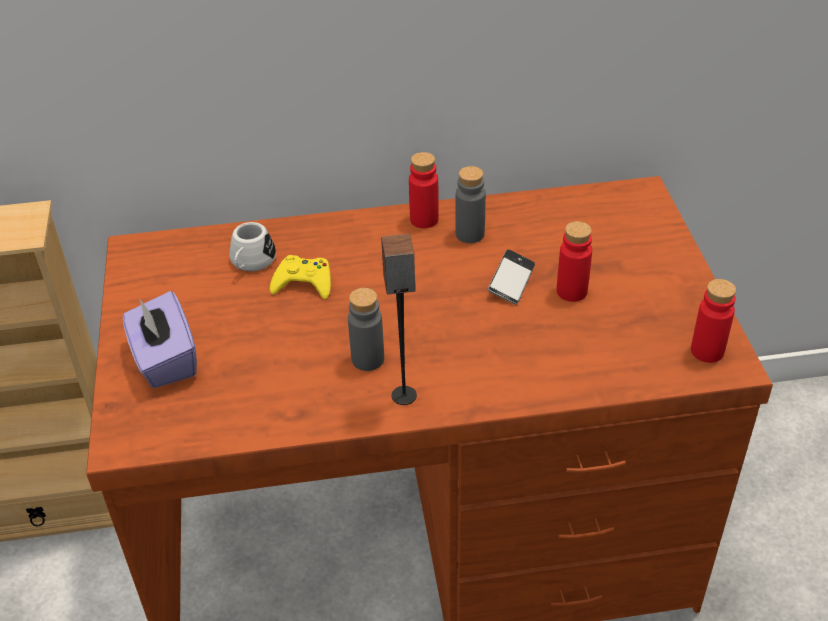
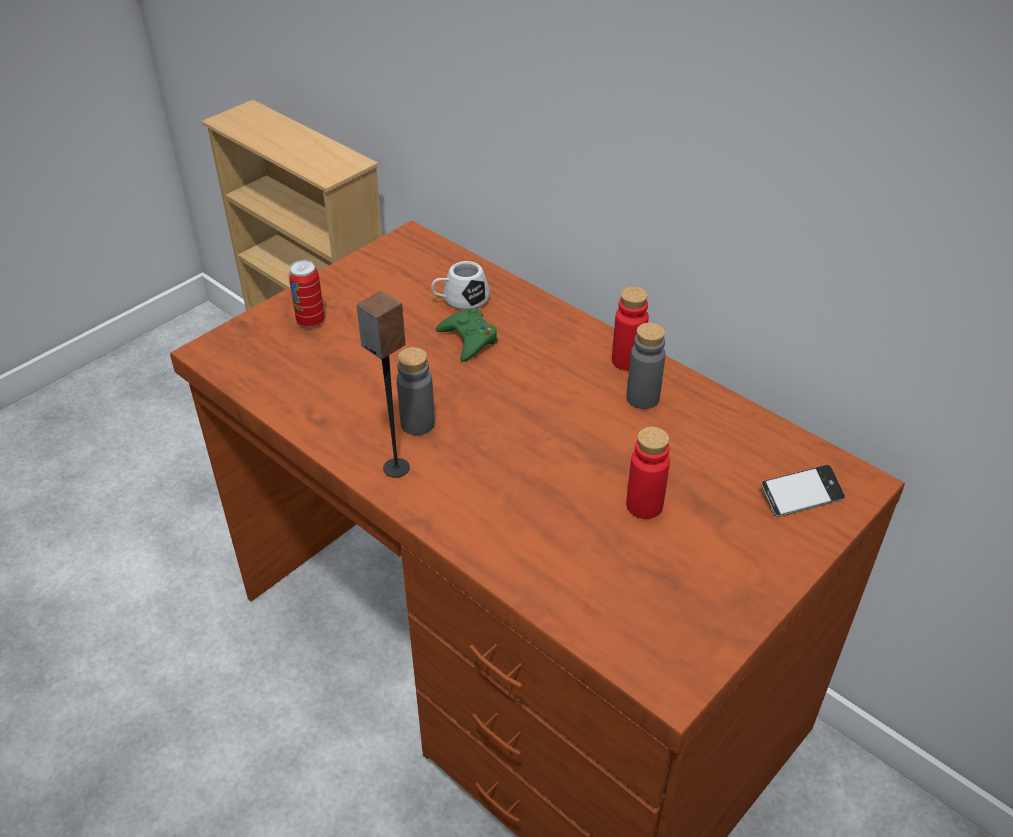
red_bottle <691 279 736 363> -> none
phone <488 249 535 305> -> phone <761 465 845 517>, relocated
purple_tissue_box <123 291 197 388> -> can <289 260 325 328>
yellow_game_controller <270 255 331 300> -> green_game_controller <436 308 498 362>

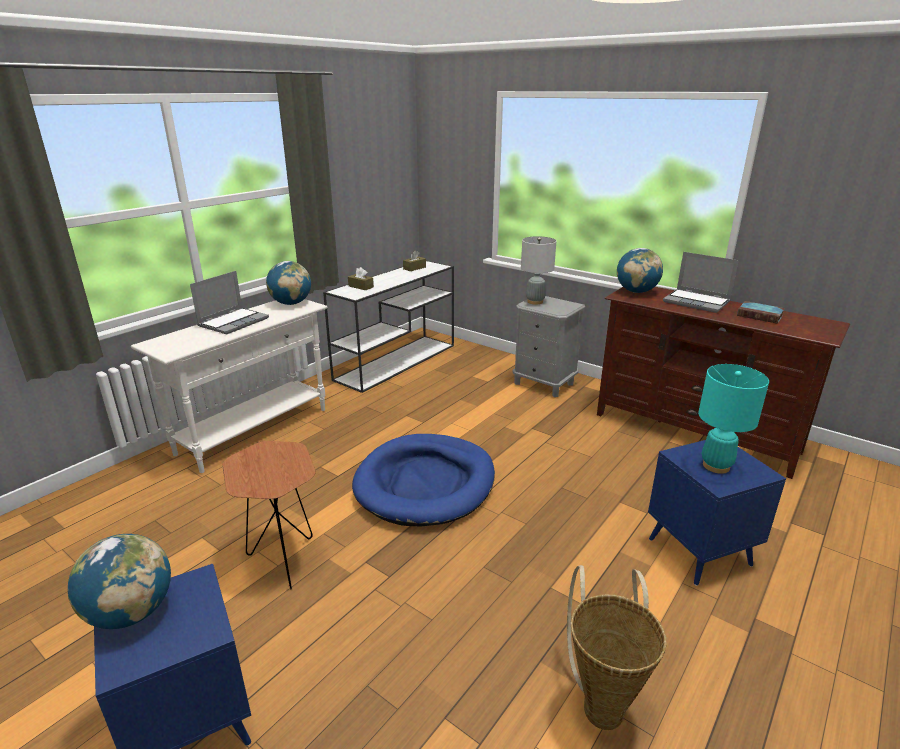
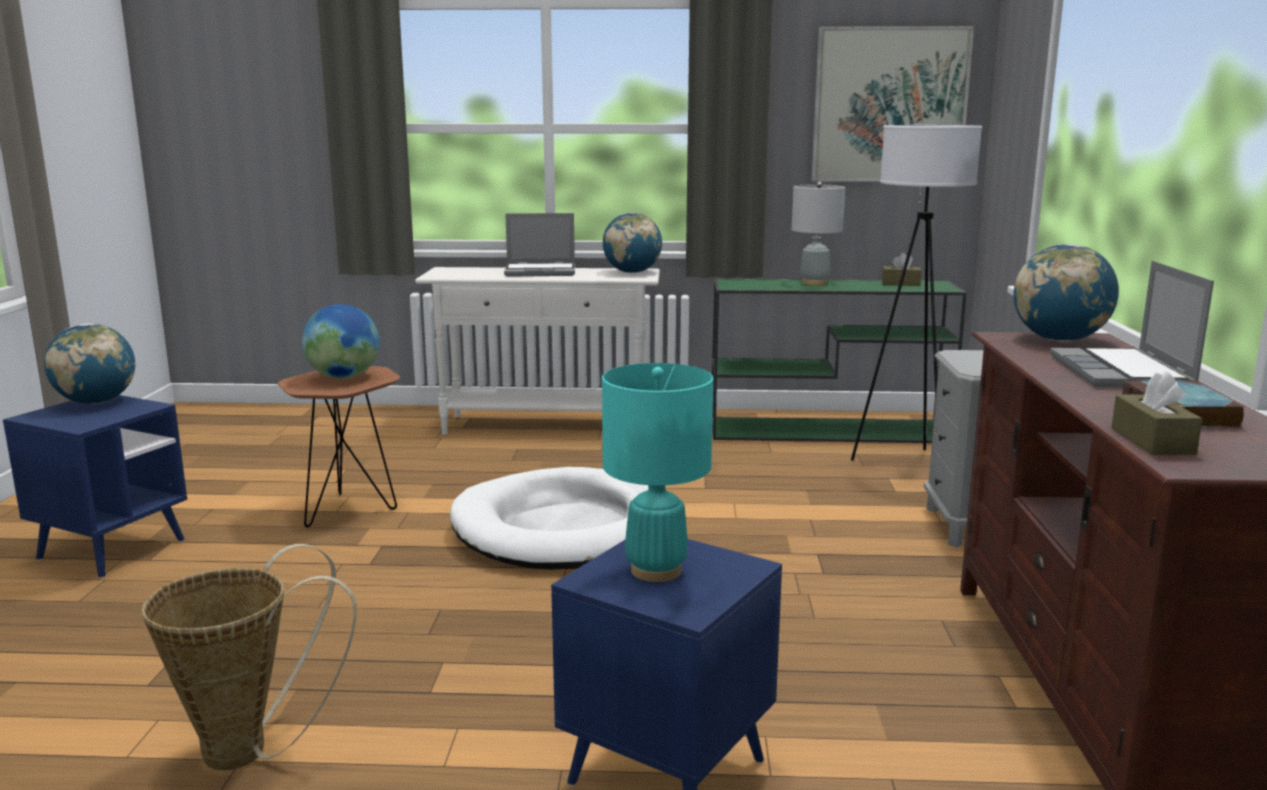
none -> globe <302 304 380 379>
none -> picture <811 26 974 182>
none -> white_floor_lamp <851 125 982 461>
brown_tissue_box <348 267 374 290> -> brown_tissue_box <1111 371 1203 455>, relocated
grey_table_lamp <521 236 556 305> -> grey_table_lamp <792 182 845 285>, relocated
white_console_table <323 261 454 393> -> green_console_table <712 279 967 443>
blue_dog_bed <352 434 495 526> -> white_dog_bed <450 467 648 570>

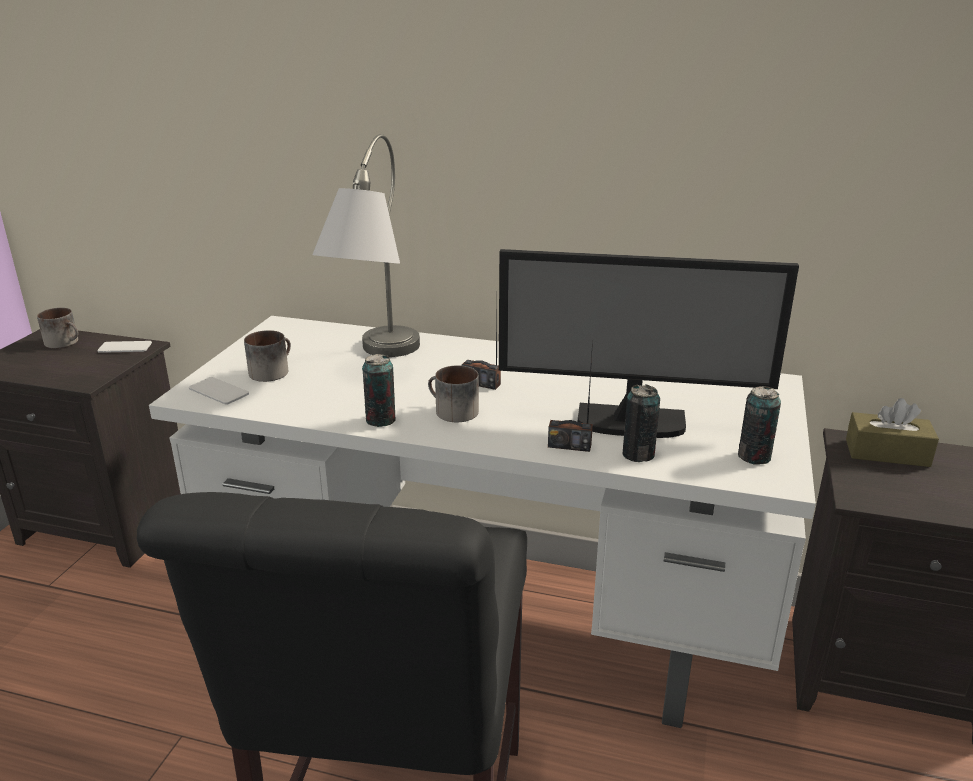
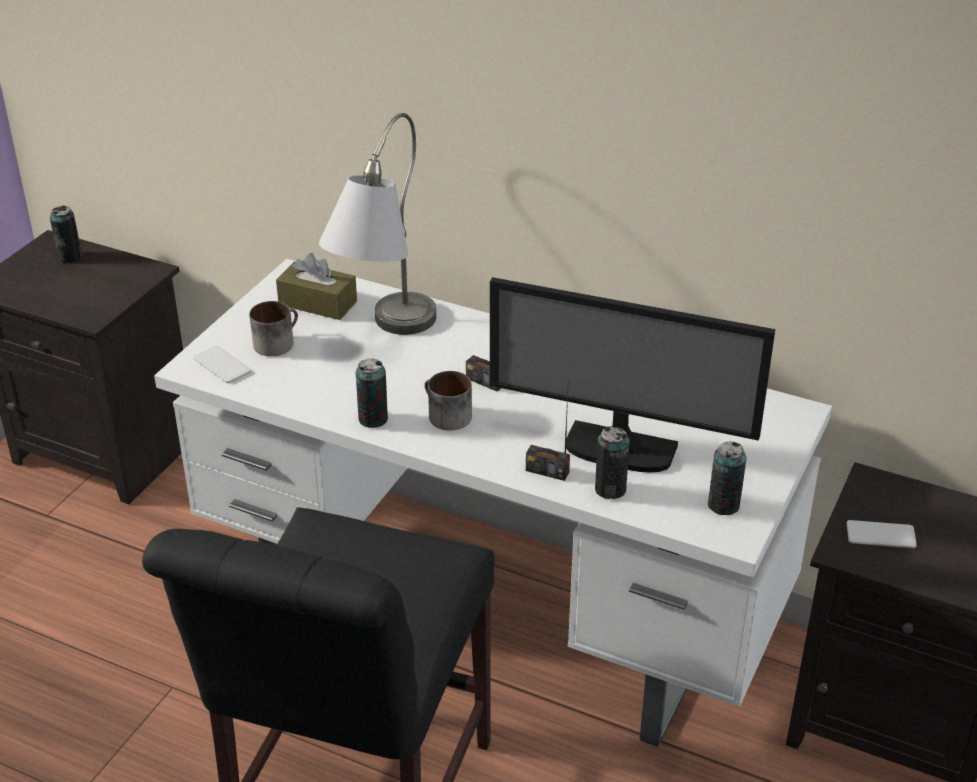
phone <97 341 152 353> -> phone <846 520 917 548>, relocated
brown_tissue_box <846 398 939 467> -> brown_tissue_box <276 253 357 320>, relocated
mug <37 308 78 348> -> can <50 206 83 263>

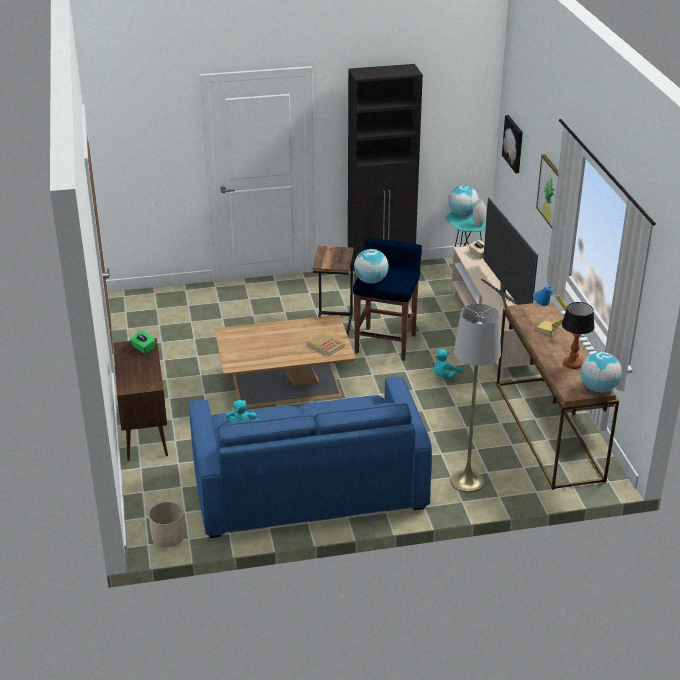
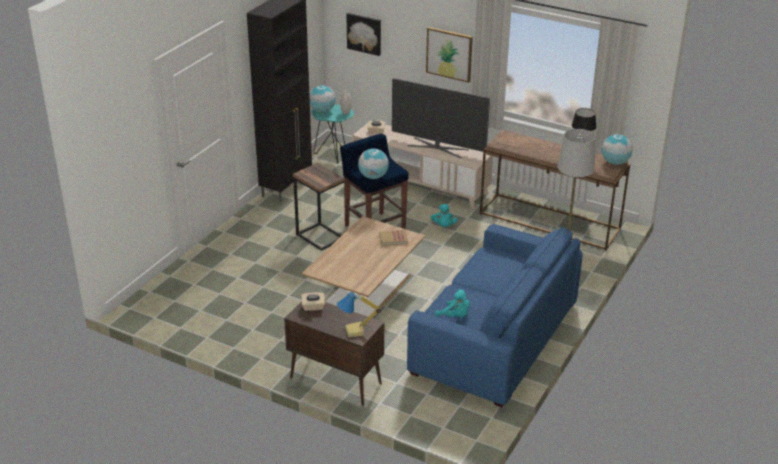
beige_planter <148 502 185 548> -> none
table_lamp <533 285 567 335> -> table_lamp <337 292 381 337>, relocated
green_tissue_box <130 331 155 354> -> beige_tissue_box <301 292 325 311>

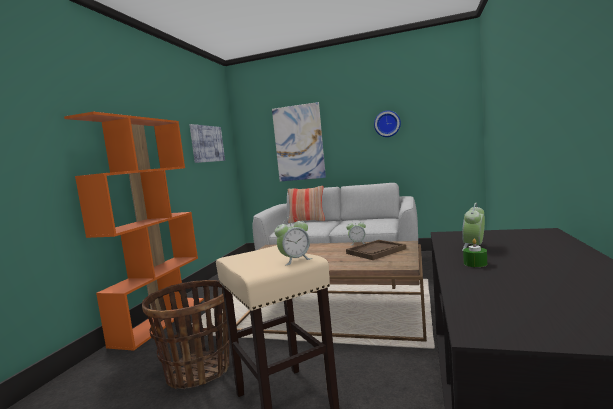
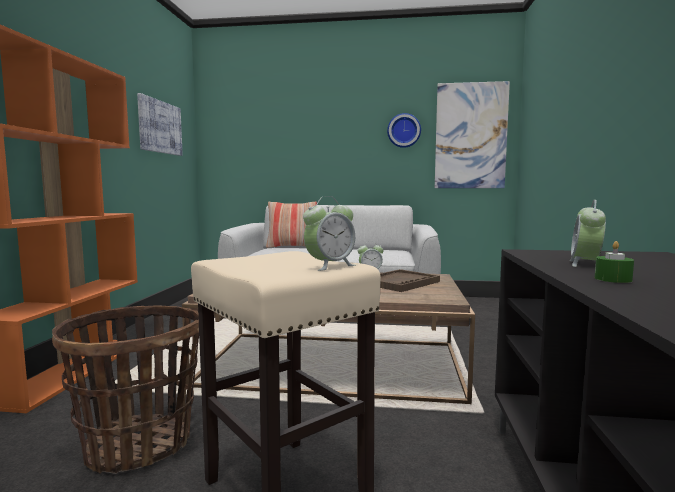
picture <272 102 326 181> -> picture <435 81 510 188>, relocated

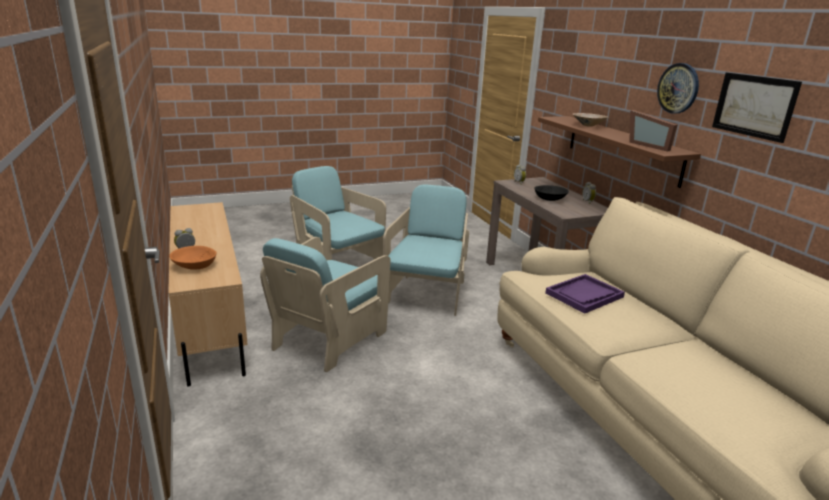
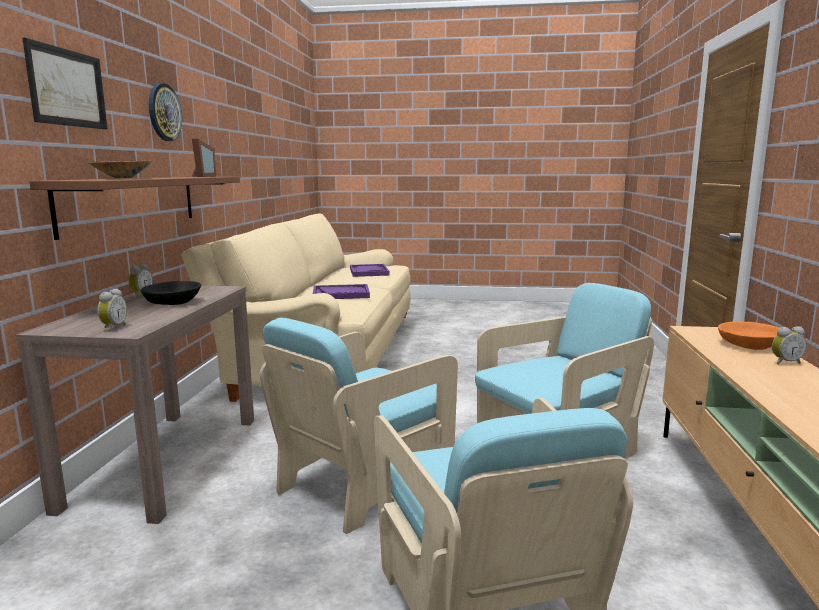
none -> purple_tray <350 264 389 277>
picture <712 72 802 143> -> picture <22 38 107 130>, relocated

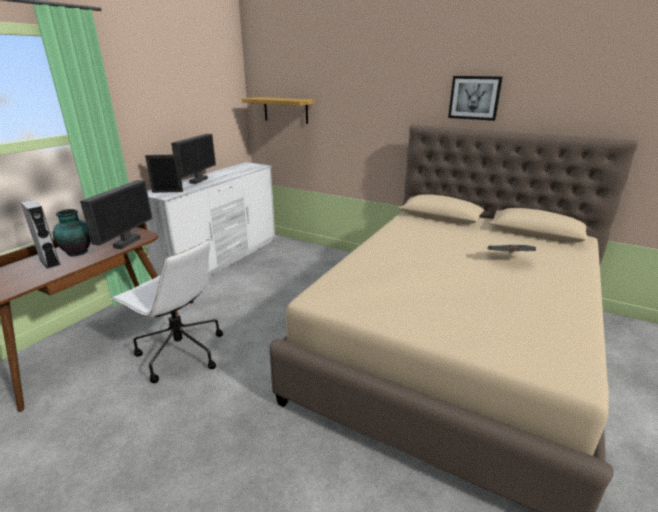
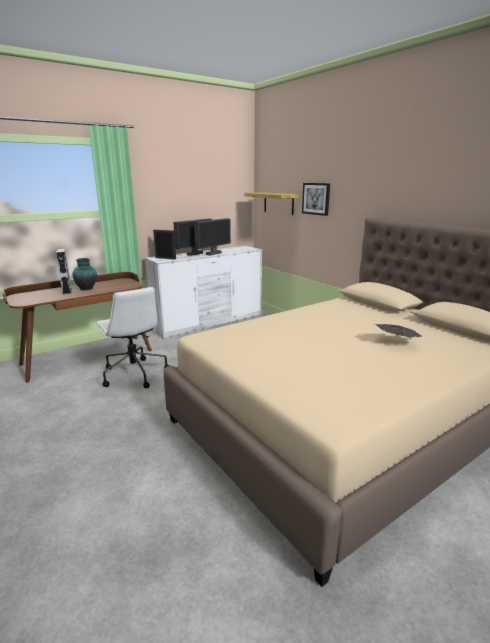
monitor <80 180 153 249> -> monitor <194 218 231 256>, relocated
picture <448 76 503 121> -> picture <302 183 330 216>, relocated

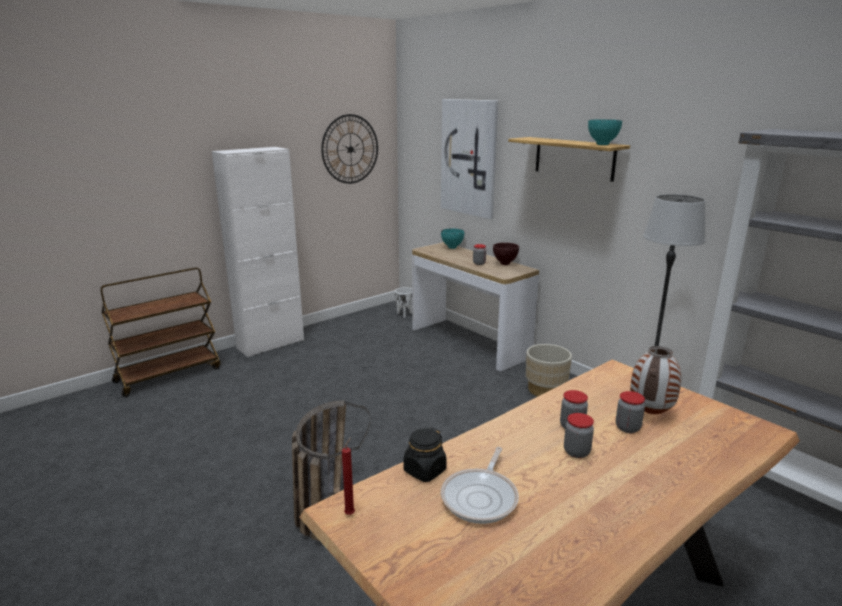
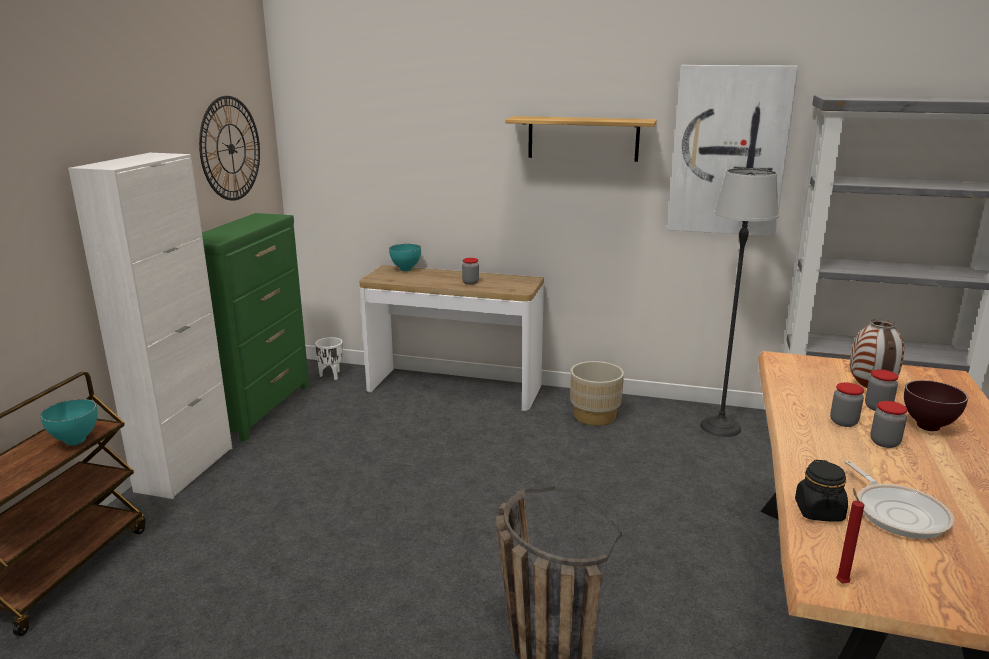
none -> green_dresser <202 213 309 441>
picture <441 99 498 219> -> picture <667 65 798 236>, relocated
brown_bowl <493 243 519 265> -> brown_bowl <904 380 968 431>, relocated
turquoise_bowl <588 119 622 145> -> turquoise_bowl <40 399 98 445>, relocated

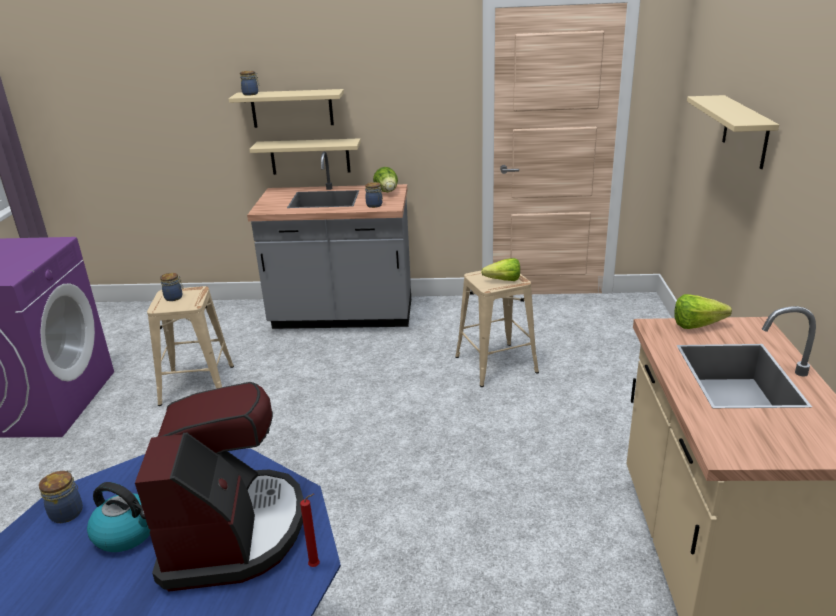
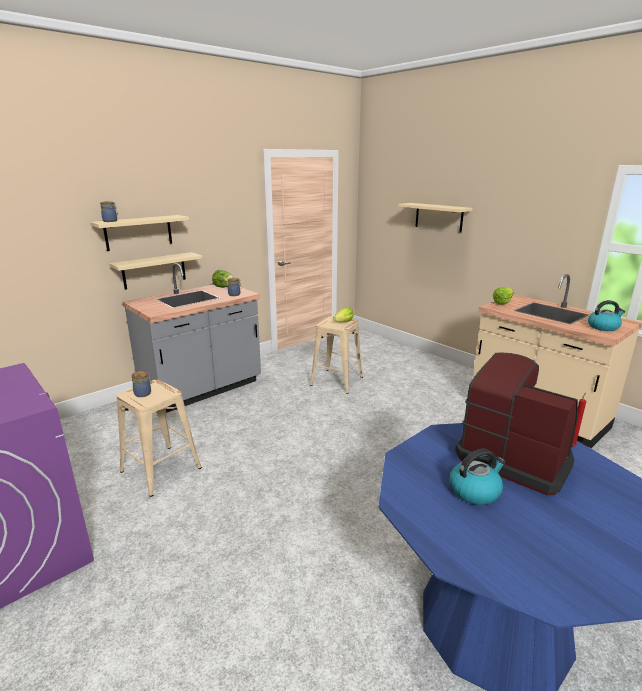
jar <39 470 83 523> -> none
none -> kettle <588 300 625 331>

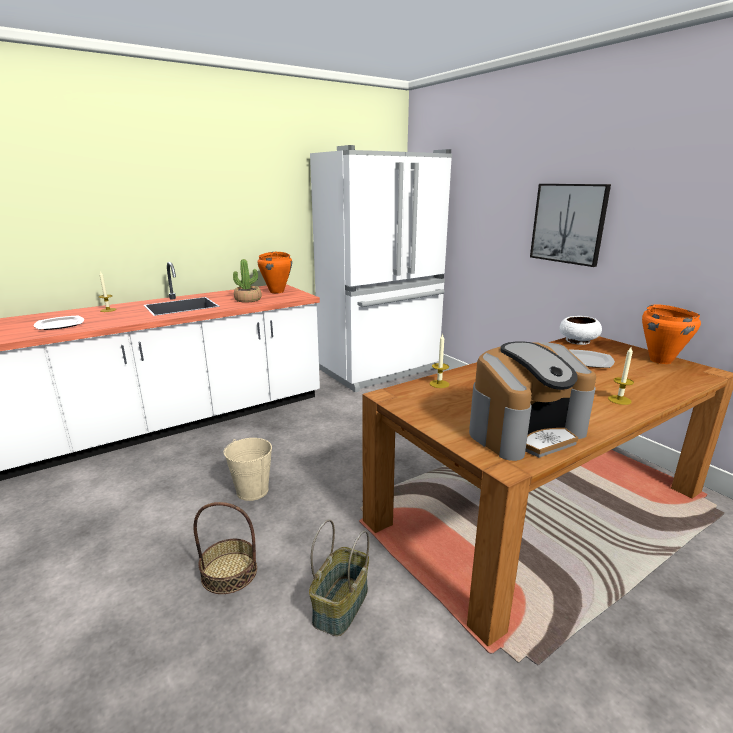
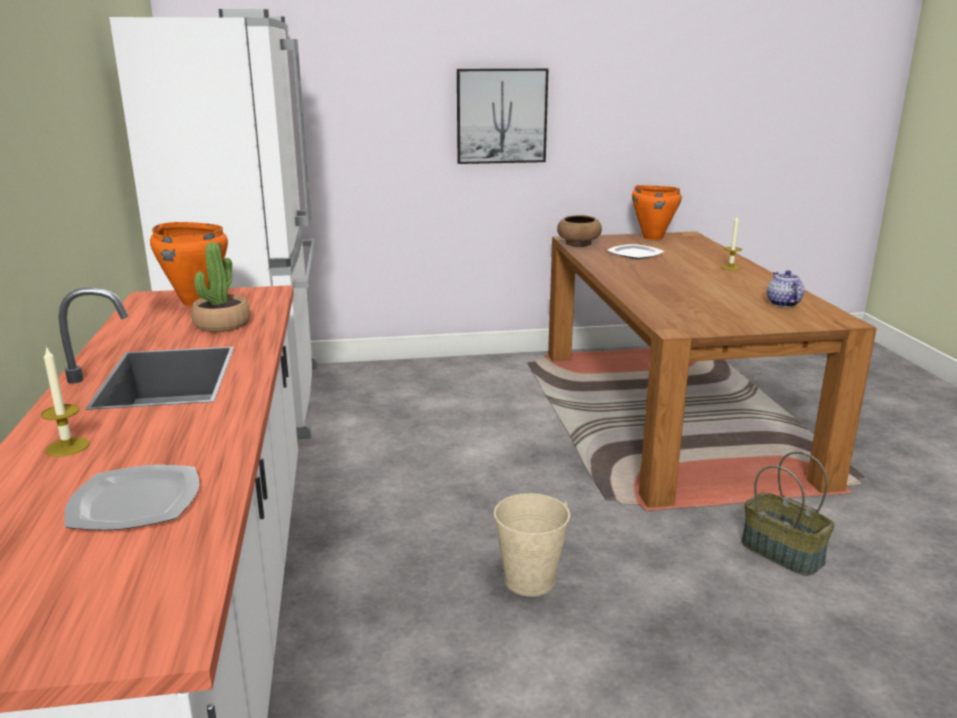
basket <193 502 257 594> -> none
candle <430 333 449 388> -> none
coffee_machine <469 341 596 461> -> teapot <767 270 805 307>
white_bowl <559 316 602 345> -> brown_bowl <557 215 602 247>

